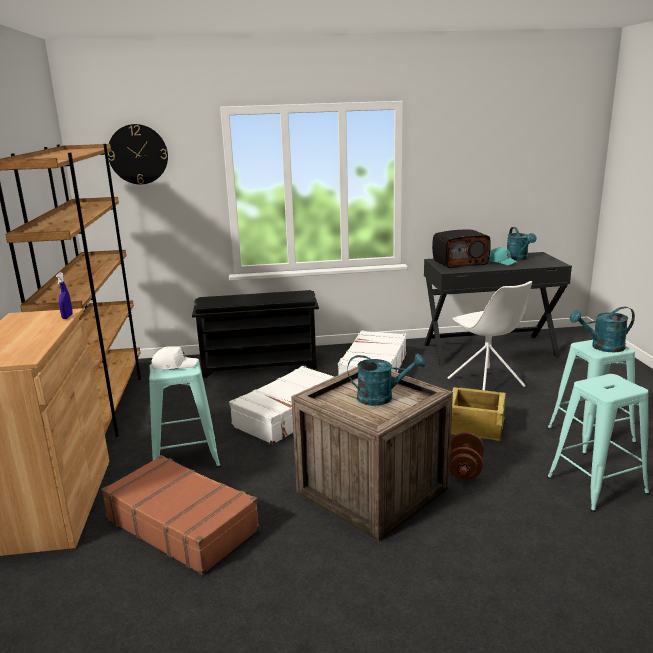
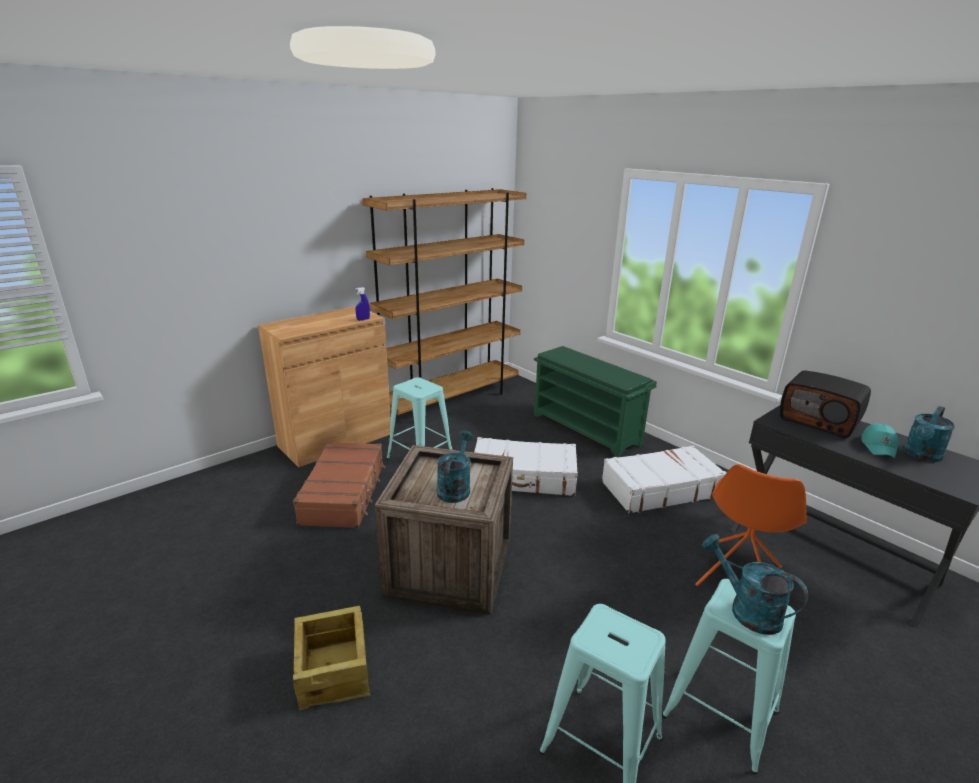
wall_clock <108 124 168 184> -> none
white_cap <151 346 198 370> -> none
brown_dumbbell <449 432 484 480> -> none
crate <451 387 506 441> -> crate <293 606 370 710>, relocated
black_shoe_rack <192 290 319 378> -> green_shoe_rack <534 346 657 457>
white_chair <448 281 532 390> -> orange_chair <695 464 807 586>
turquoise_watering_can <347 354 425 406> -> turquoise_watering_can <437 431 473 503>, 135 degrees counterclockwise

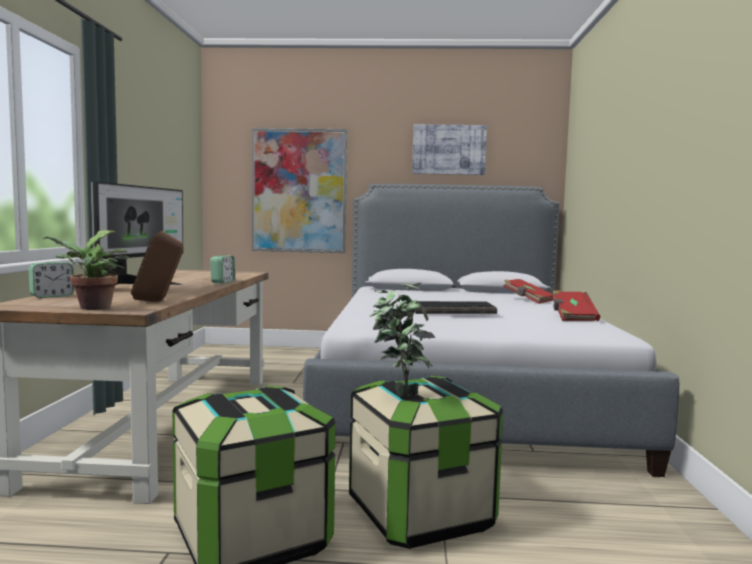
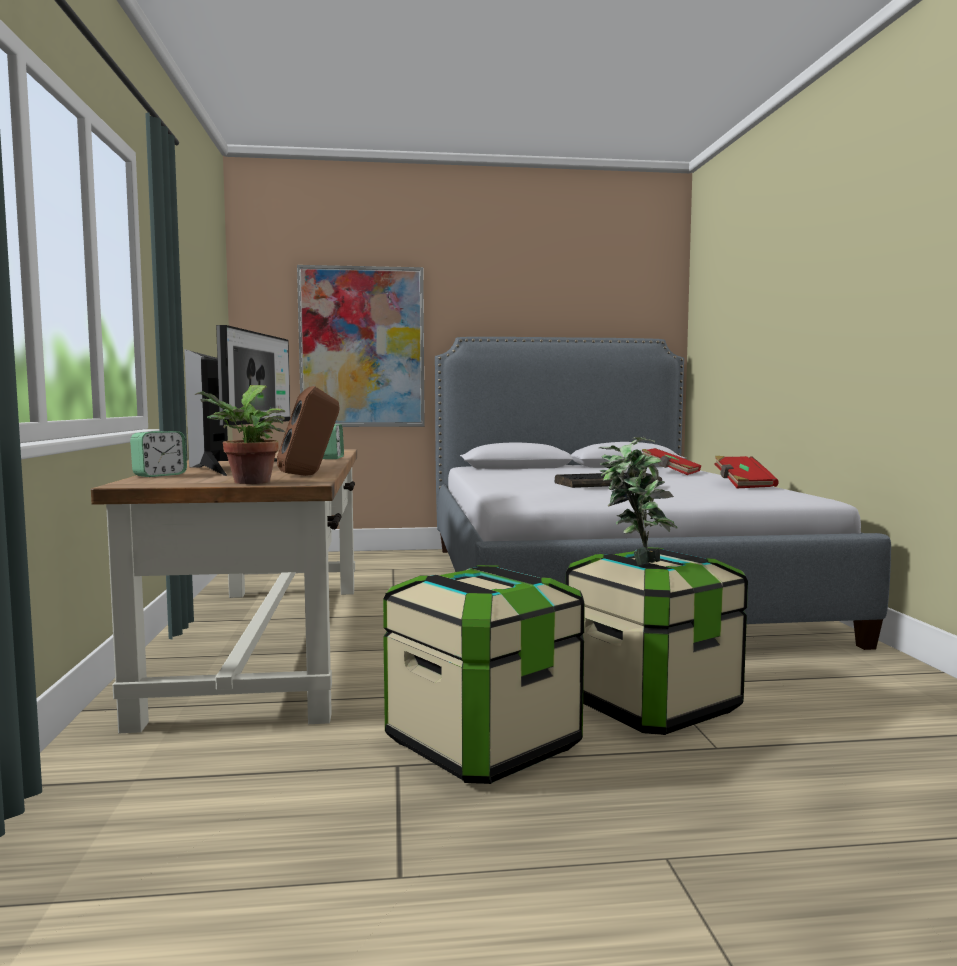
picture <412 124 487 175> -> none

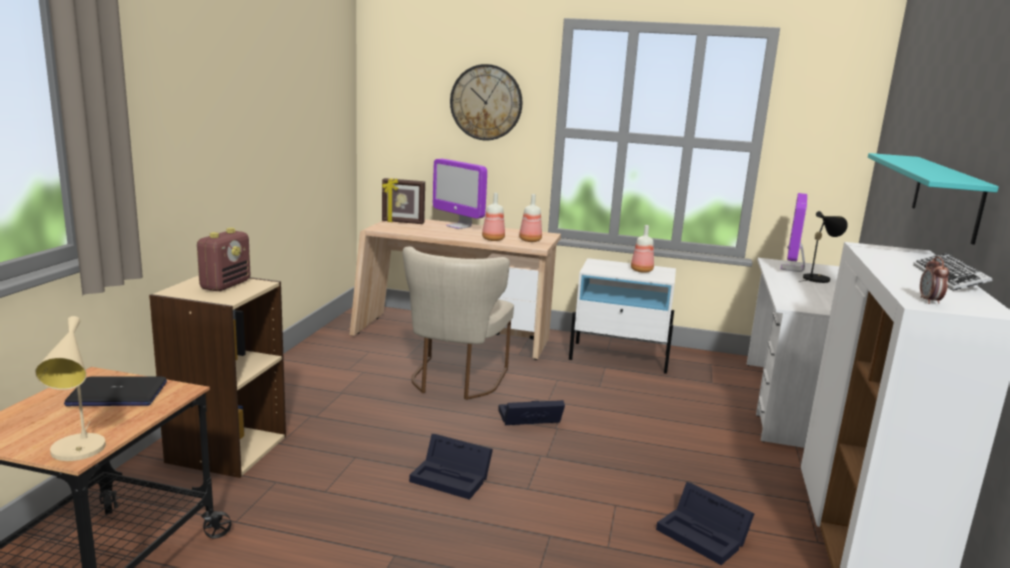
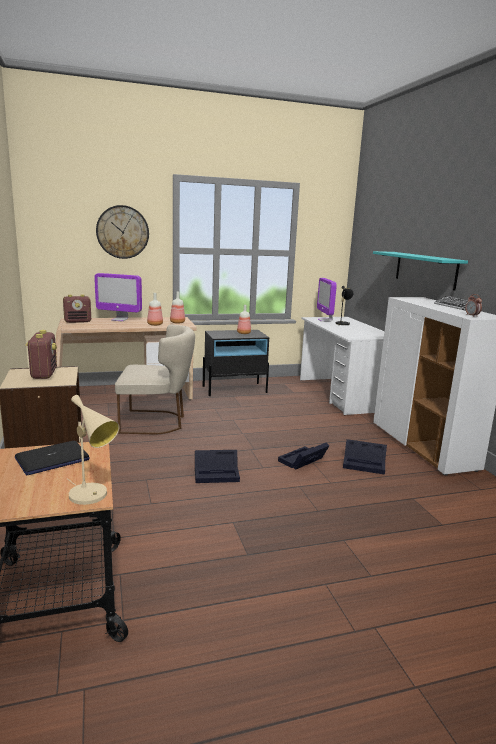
black_storage_box <498 400 565 425> -> black_storage_box <278 442 329 470>, relocated
picture_frame <382 178 425 224> -> radio <63 294 91 323>
white_nightstand <569 258 676 374> -> black_nightstand <203 330 269 396>
beige_chair <403 246 514 400> -> beige_chair <115 325 195 434>, 75 degrees counterclockwise

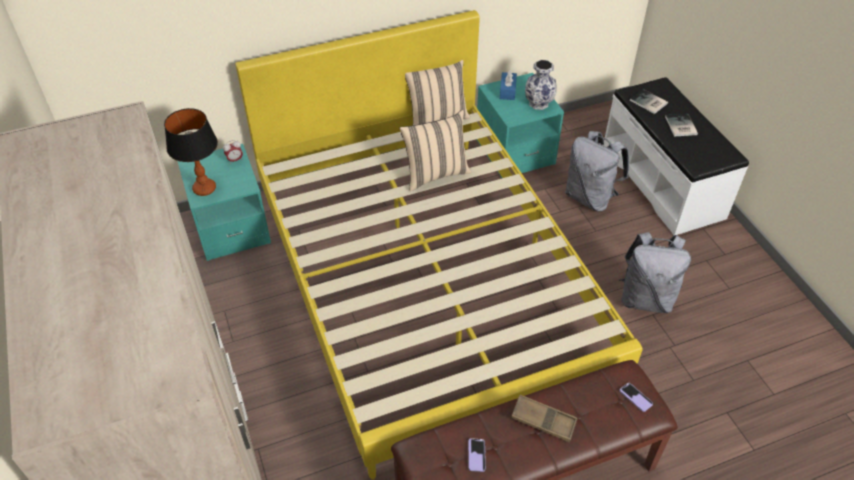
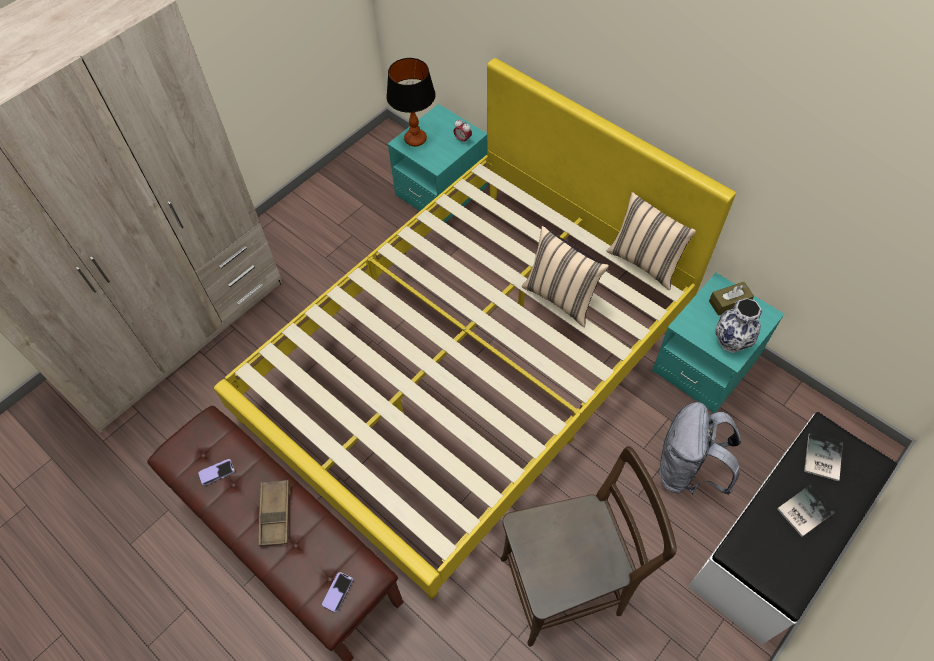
grey_backpack <619 232 691 313> -> brown_chair <500 446 677 647>
blue_tissue_box <500 70 517 100> -> brown_tissue_box <709 282 754 316>

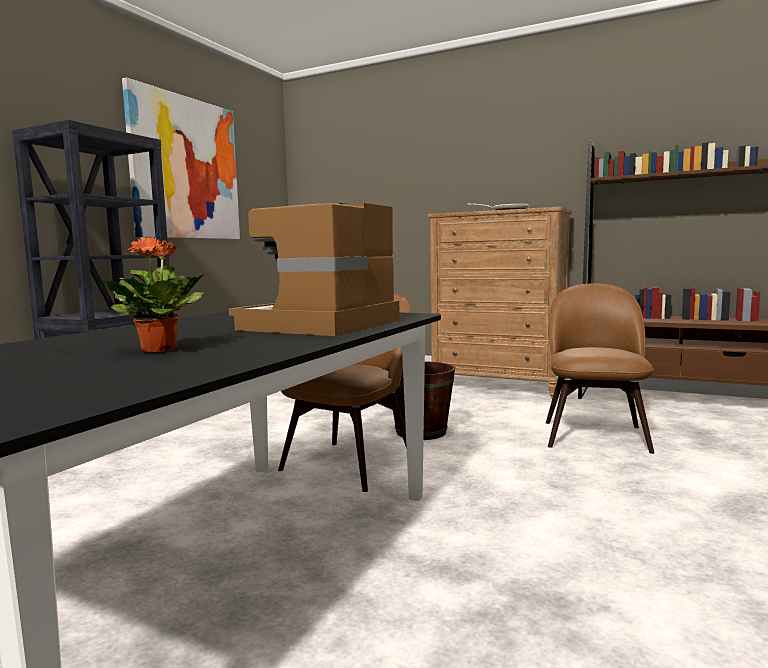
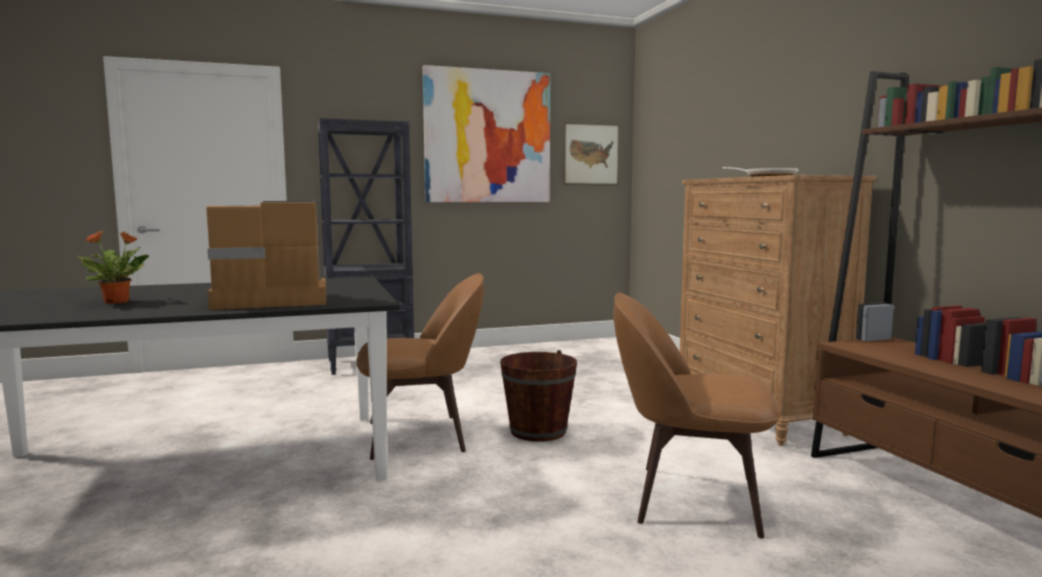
none -> picture <563 122 620 185>
brown_chair <546 283 654 454> -> brown_chair <613 293 781 539>, 135 degrees counterclockwise

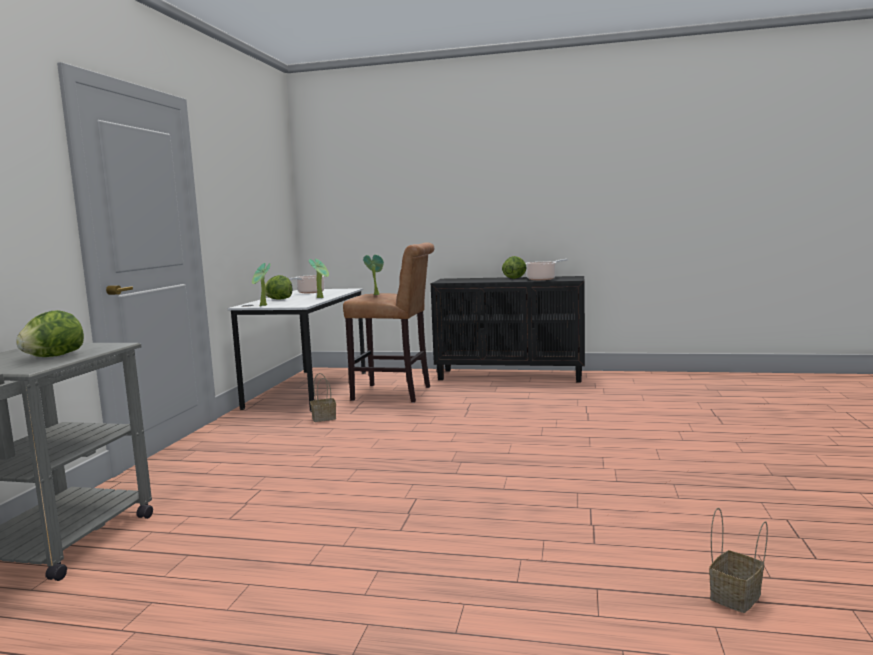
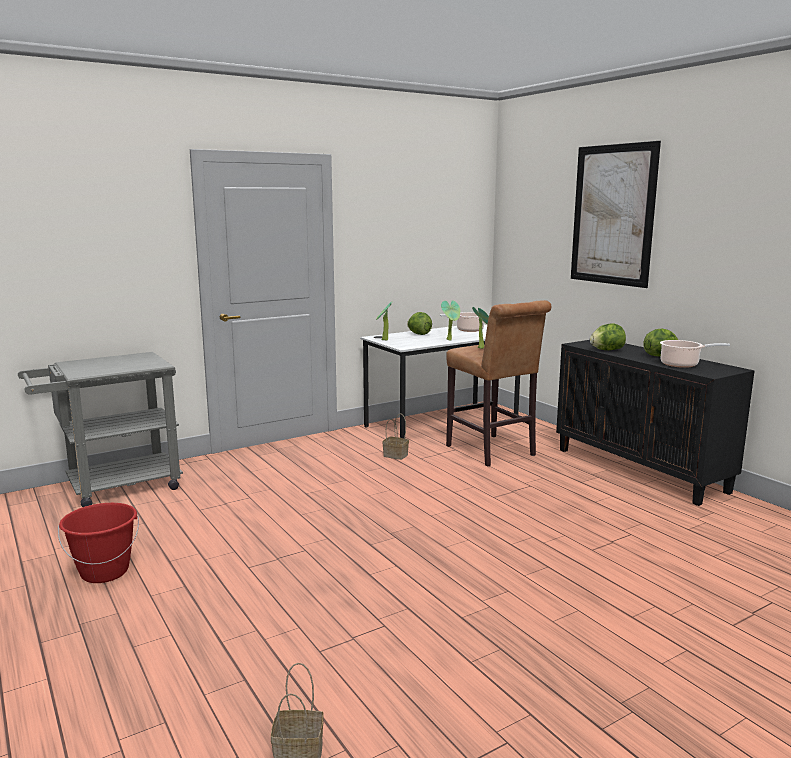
none -> red_bucket <58 503 139 583>
none -> picture <571 141 661 288>
lettuce <16 310 84 357> -> lettuce <590 323 626 350>, relocated

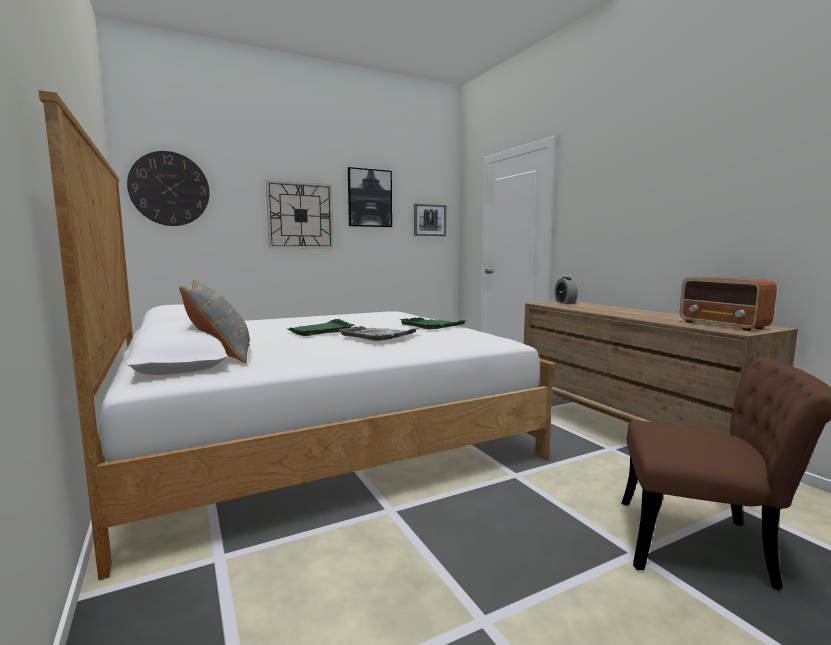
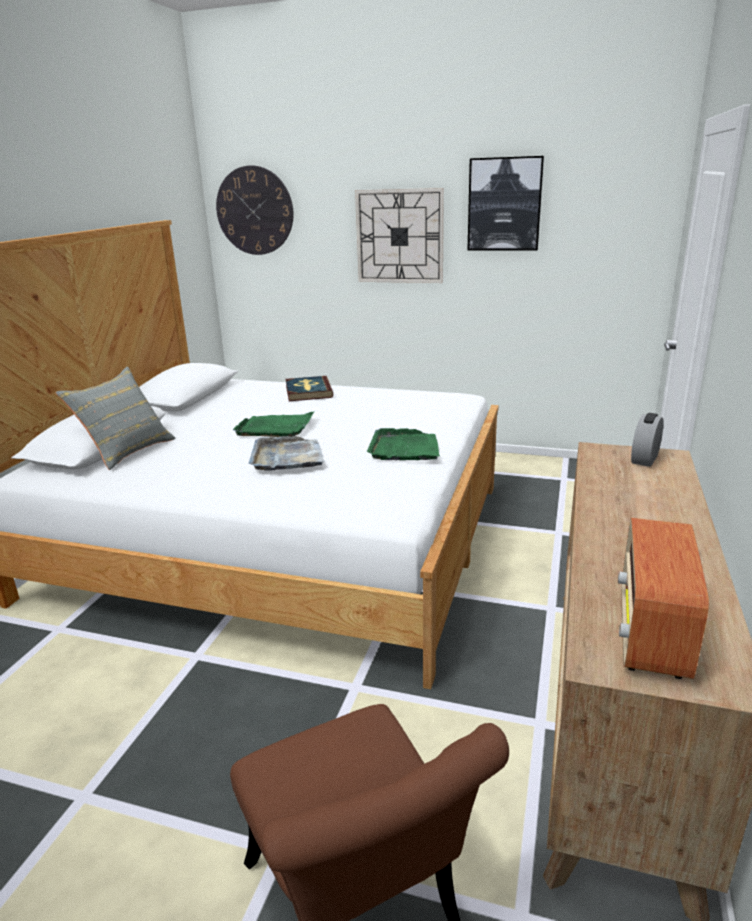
picture <414 203 446 236> -> none
none -> book <285 376 333 401>

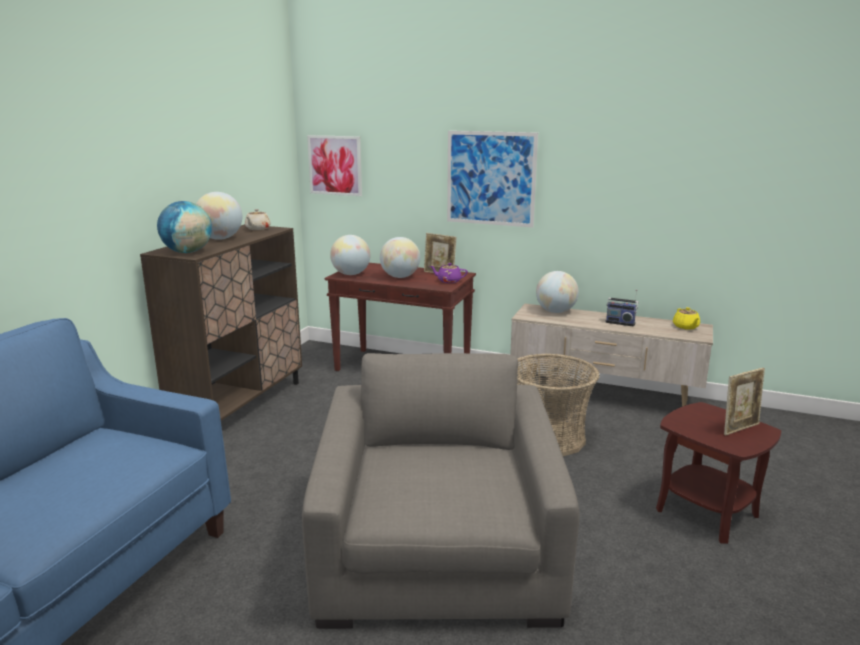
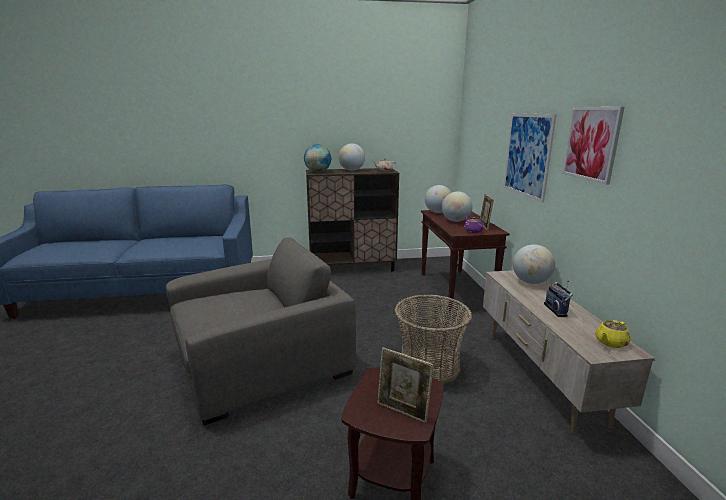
picture <307 135 362 196> -> picture <562 107 624 185>, relocated

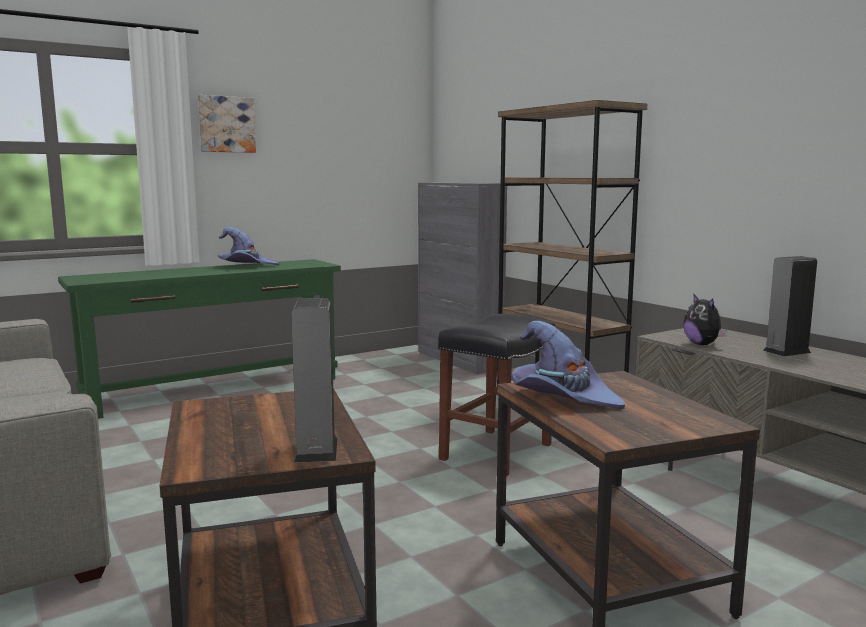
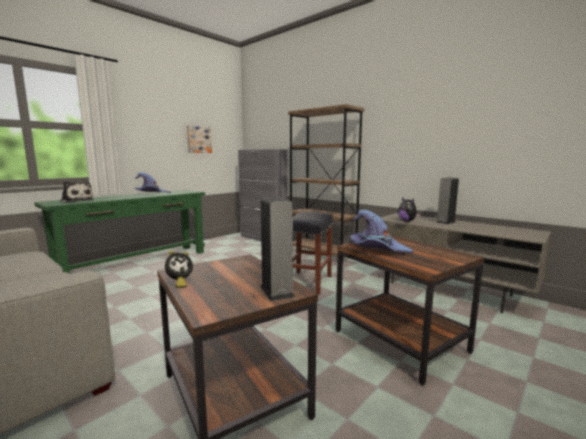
none -> plush_toy <60 181 93 203>
none -> alarm_clock <165 251 193 288>
picture <198 95 256 153> -> picture <187 126 212 153>, relocated

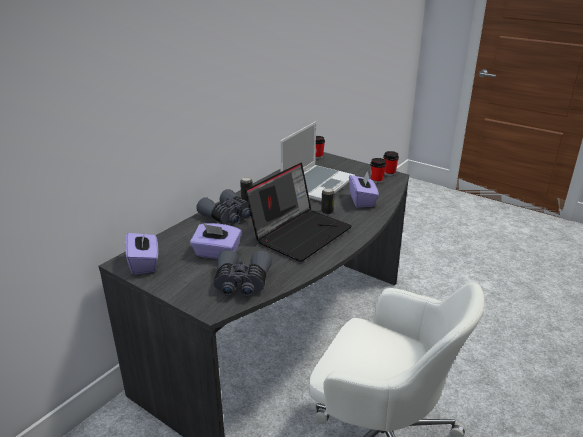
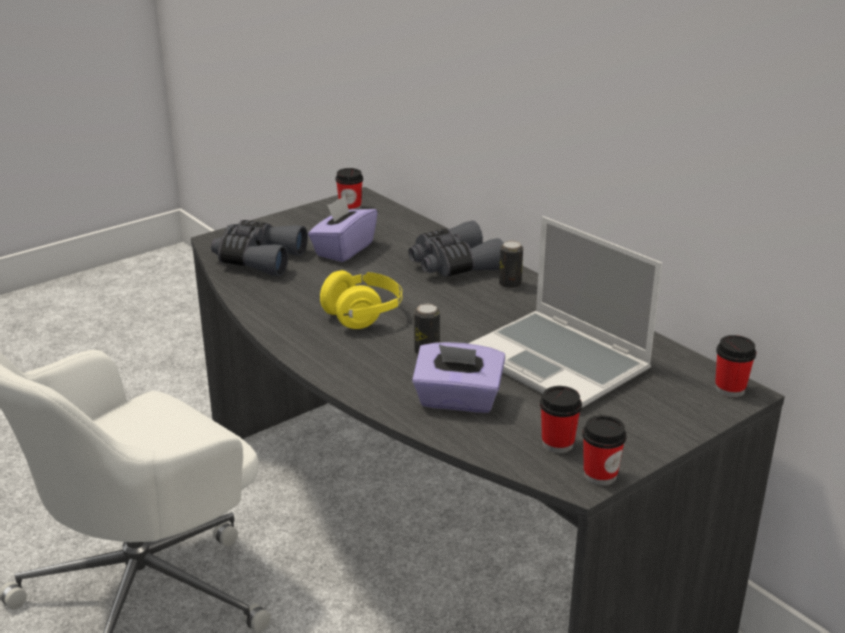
purple_tissue_box <125 227 158 275> -> cup <335 168 363 210>
laptop <245 163 352 262> -> yellow_headphones <320 270 402 329>

